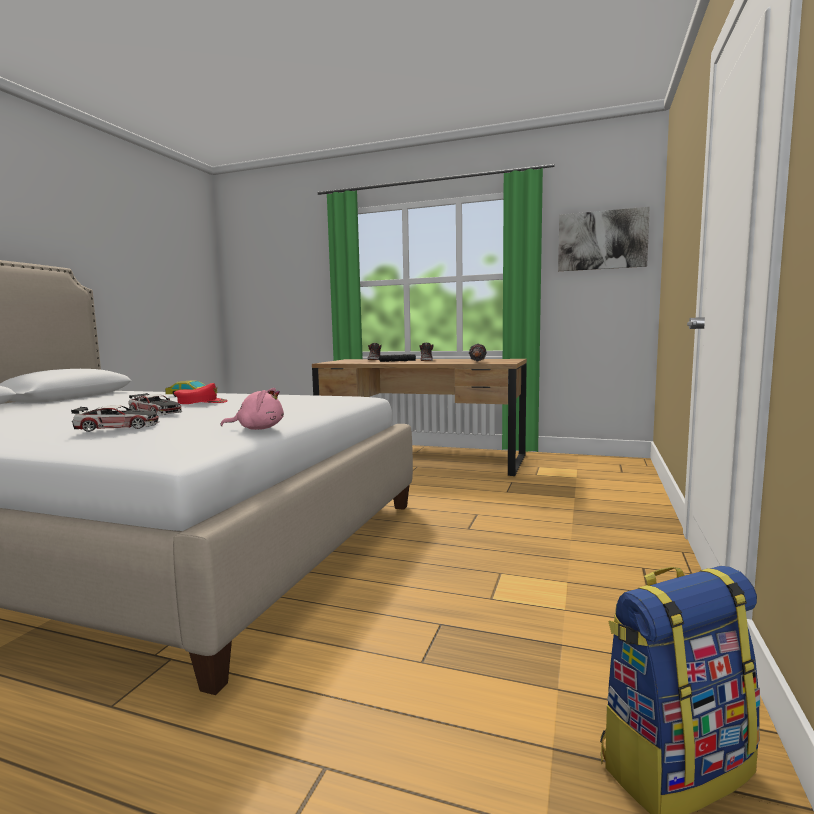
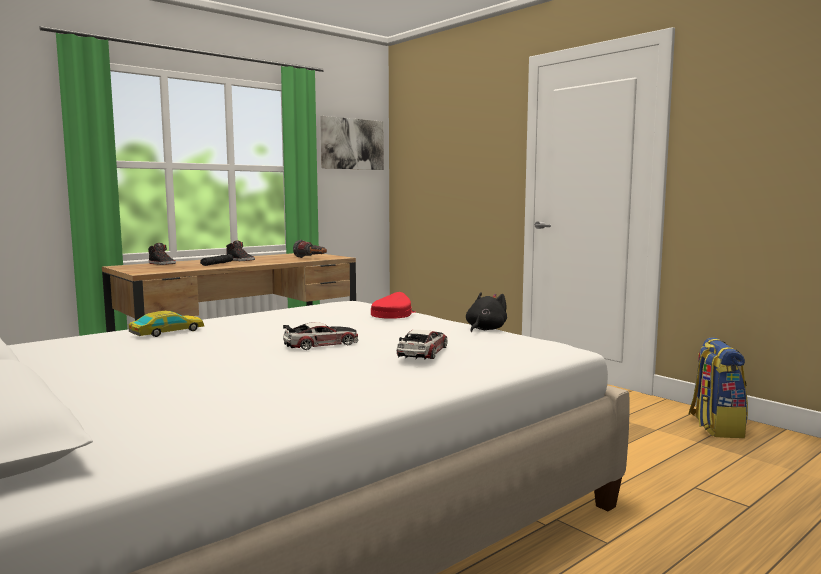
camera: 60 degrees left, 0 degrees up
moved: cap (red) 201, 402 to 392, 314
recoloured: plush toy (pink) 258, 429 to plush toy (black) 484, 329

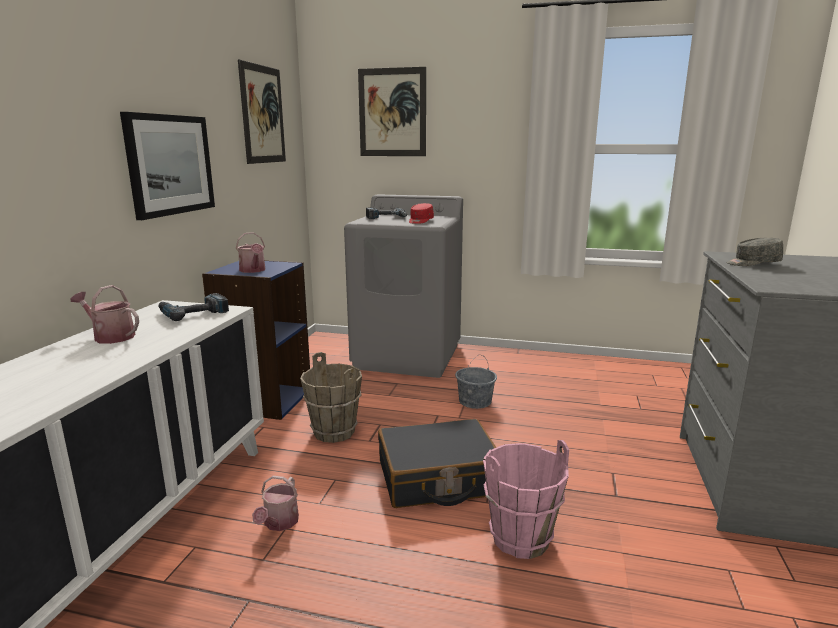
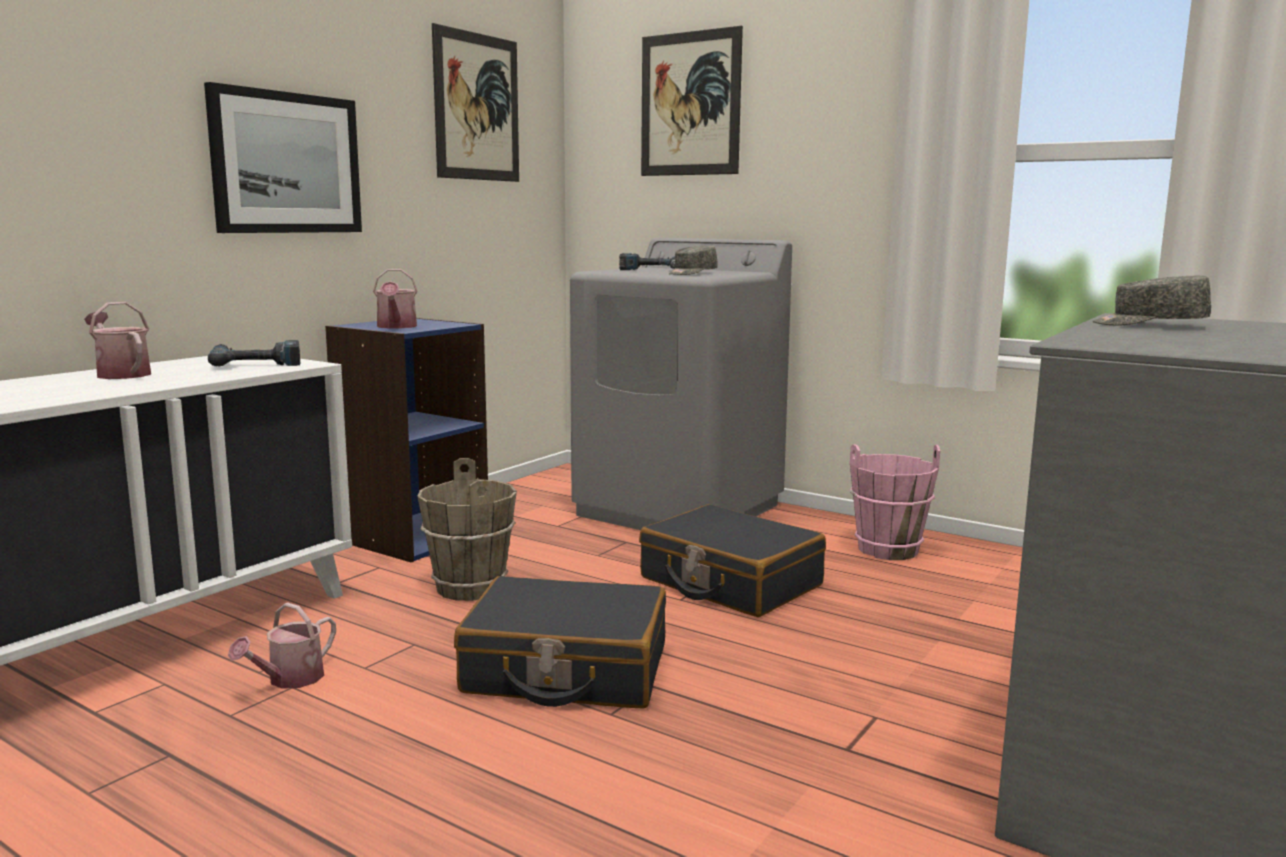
camera: 20 degrees right, 5 degrees down
moved: bucket (pink) 520, 538 to 887, 550
replaced: bucket (grey) 475, 401 to suitcase (black) 730, 582
recoloured: cap (red) 420, 221 to cap (grey) 691, 273

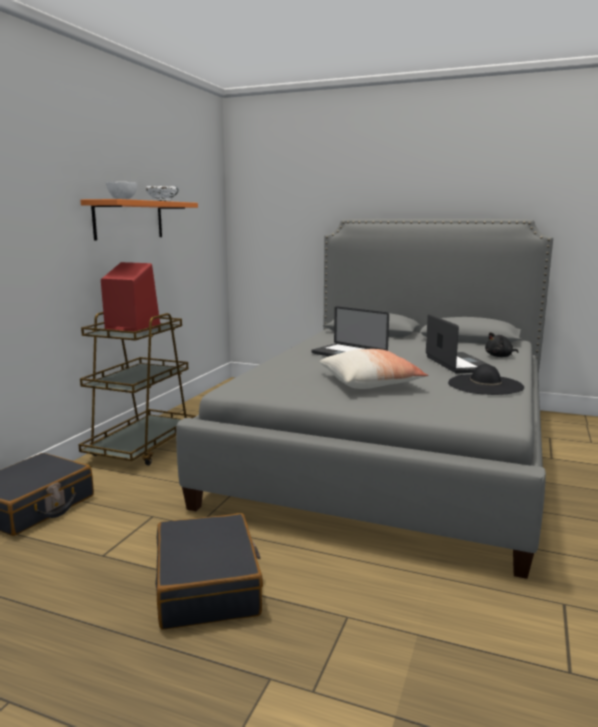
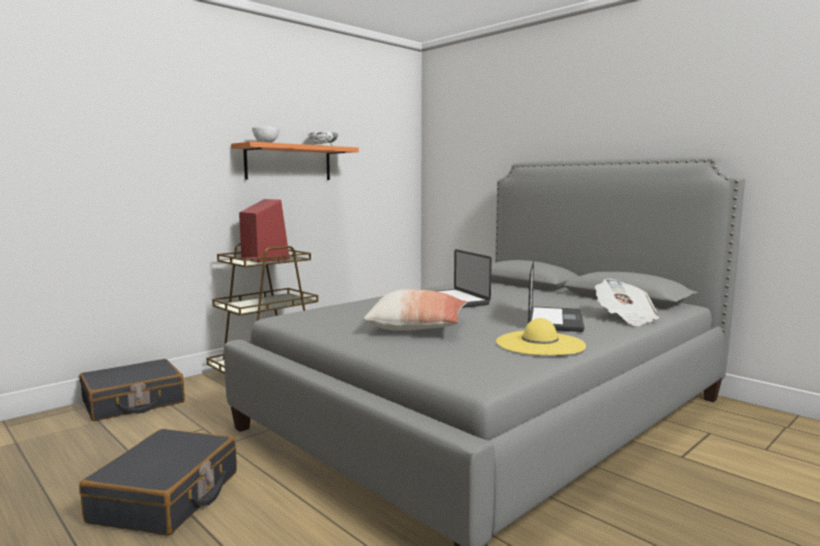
camera: 25 degrees right, 5 degrees down
replaced: plush toy (black) 500, 356 to newspaper 625, 318
recoloured: hat (black) 485, 385 to hat (yellow) 540, 343

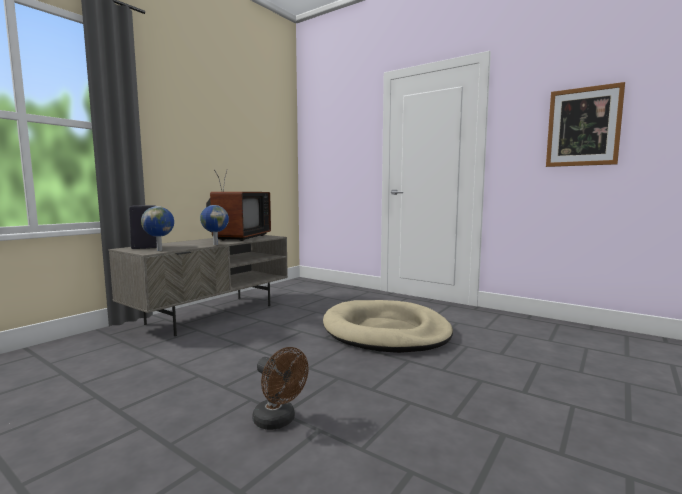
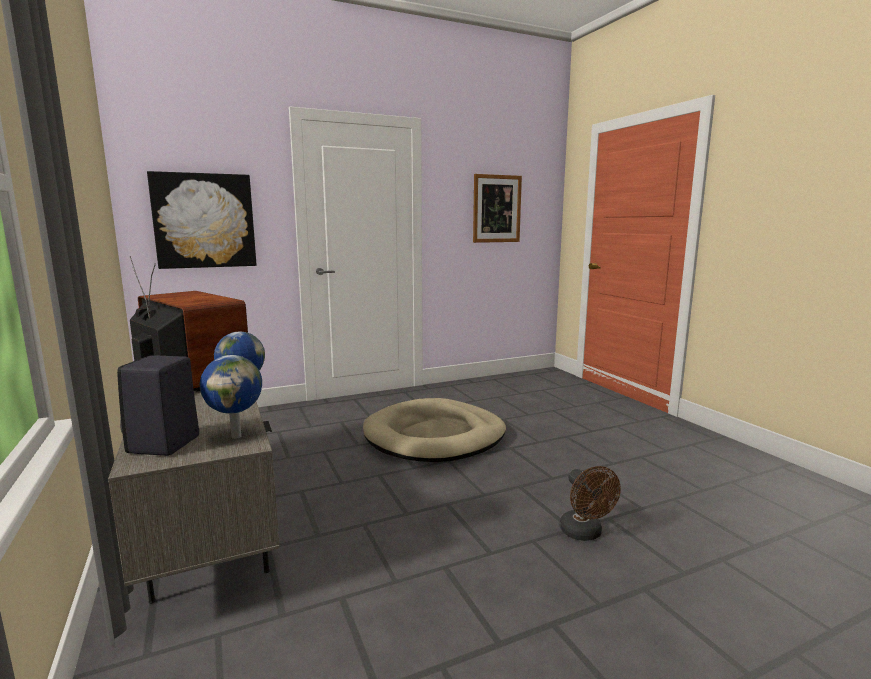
camera: 60 degrees left, 5 degrees up
added: picture 204, 221
turned: fan (brown) 279, 421 = 584, 534 90 degrees clockwise

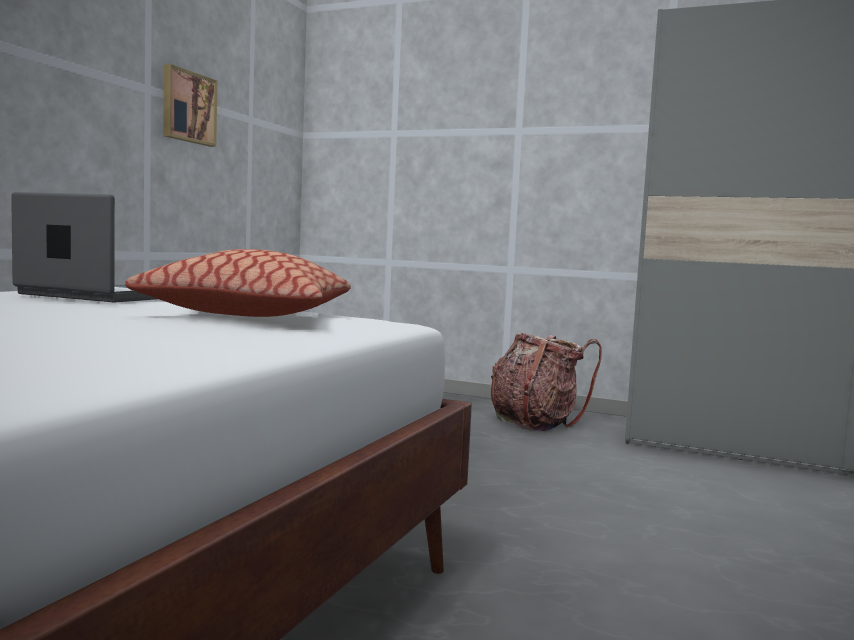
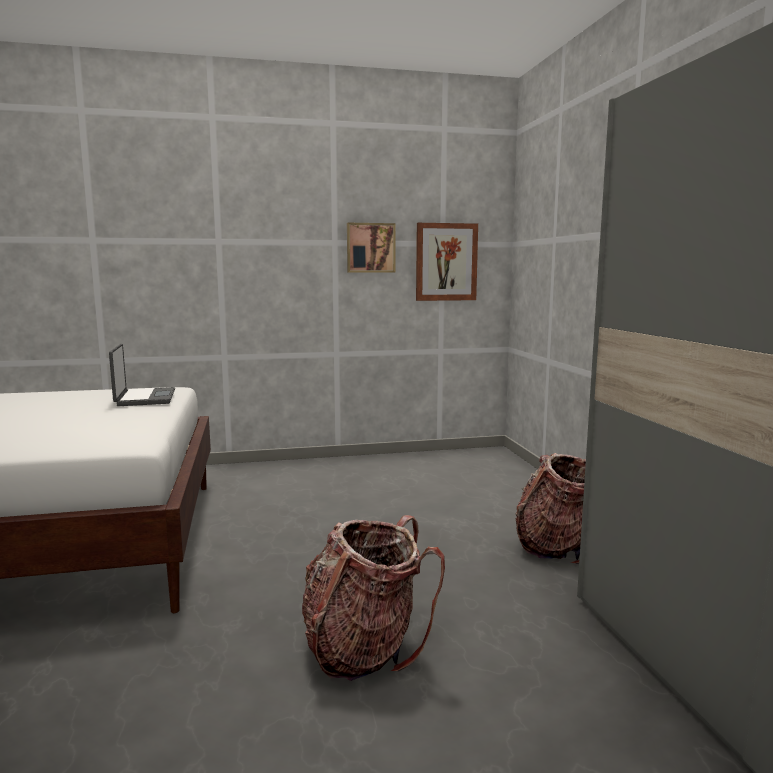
camera: 55 degrees right, 5 degrees up
removed: pillow 251, 315
added: backpack 363, 648; picture 446, 262

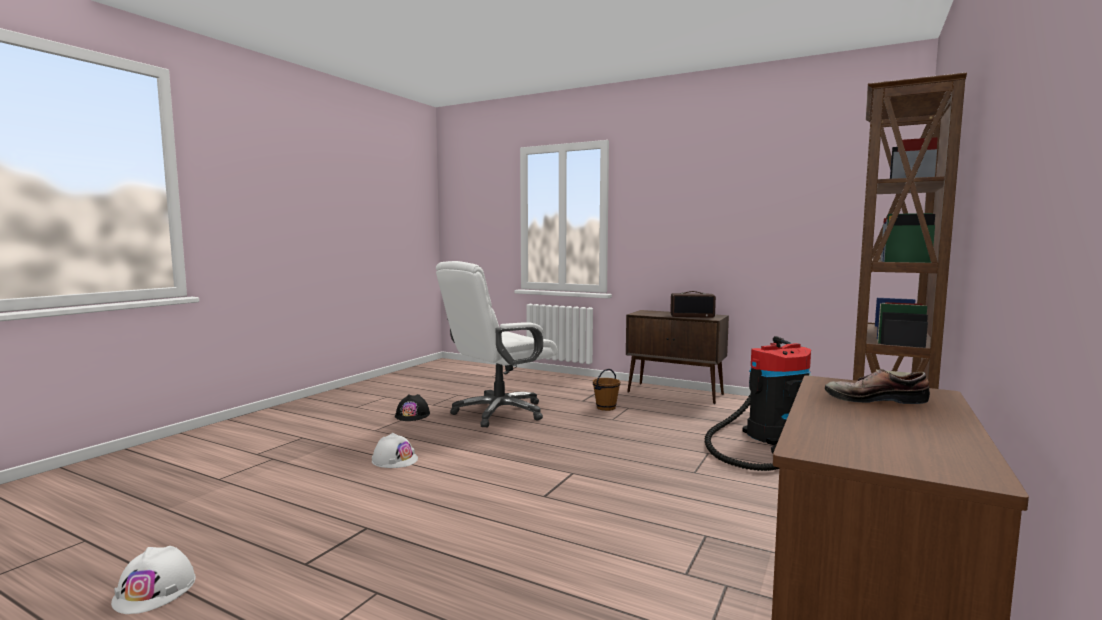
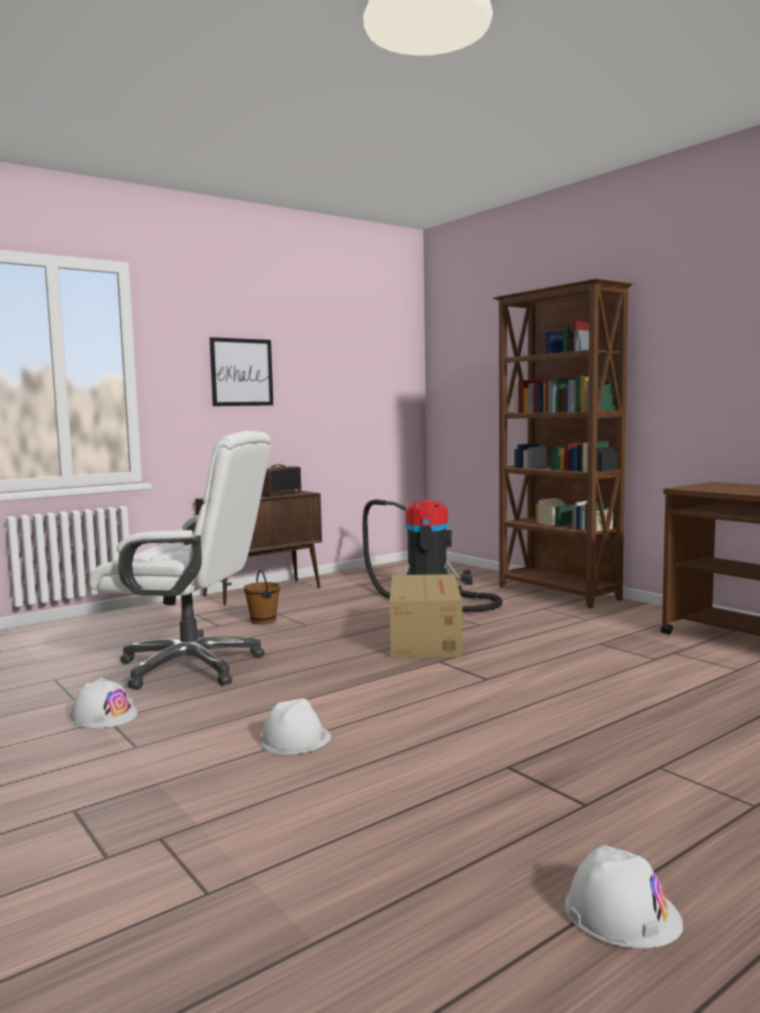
camera: 65 degrees left, 0 degrees up
removed: shoe 873, 399
added: picture 241, 372; cardboard box 426, 638
recoloured: hard hat (black) 412, 415 to hard hat (white) 104, 716
turned: office chair (white) 499, 413 = 192, 666 60 degrees counterclockwise

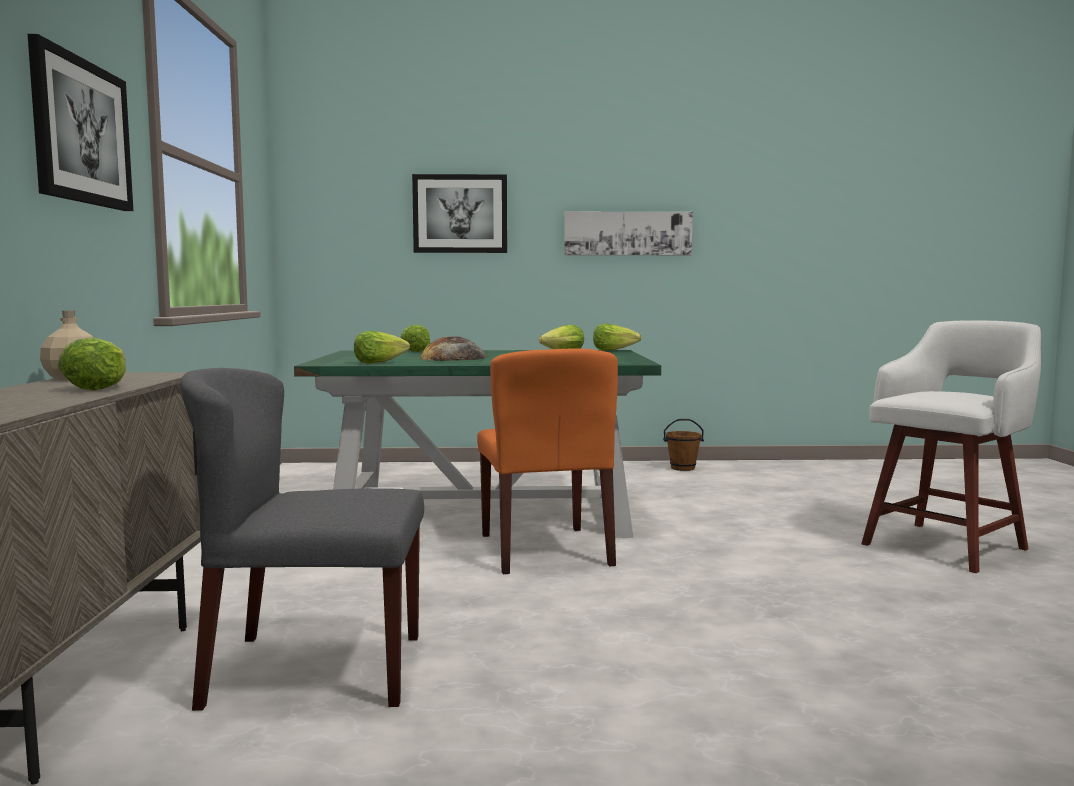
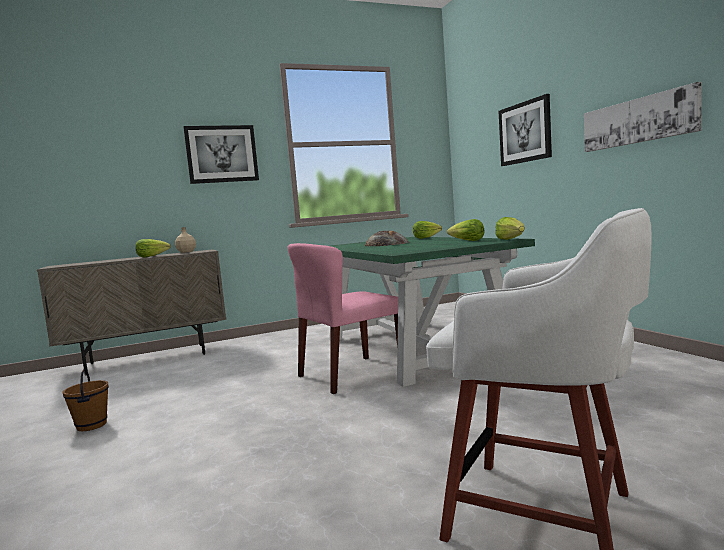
camera: 70 degrees right, 0 degrees up
removed: chair (grey) 314, 670; lettuce 379, 362
moved: bucket (brown) 682, 468 to 91, 425
recoloured: chair (orange) 545, 550 to chair (pink) 350, 374

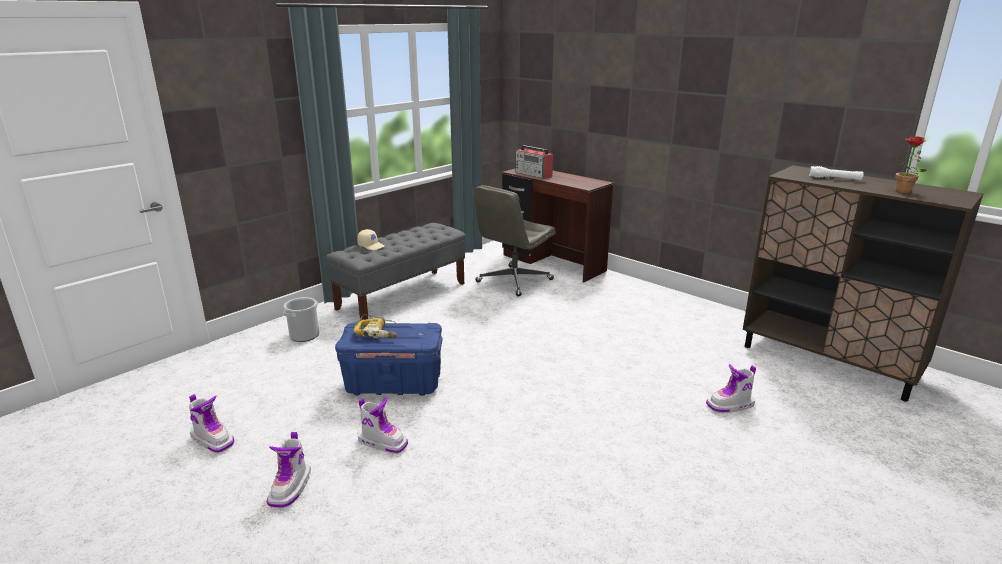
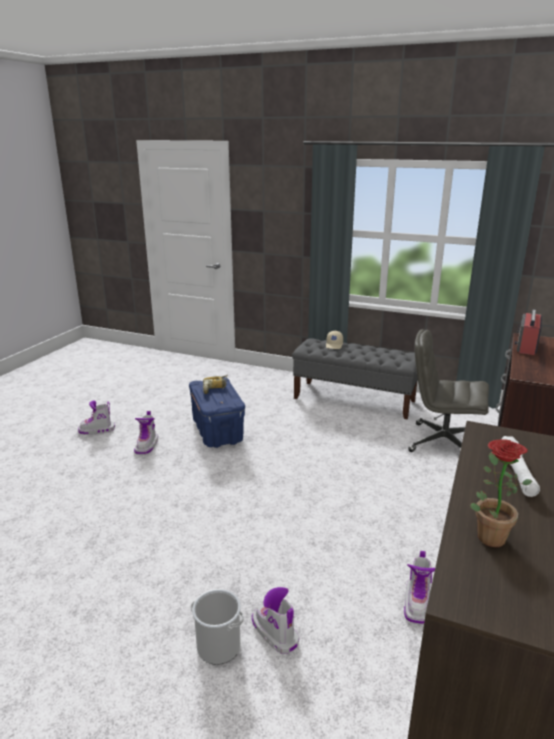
camera: 70 degrees right, 0 degrees up
moved: bucket 304, 335 to 219, 646; boot 213, 440 to 418, 603

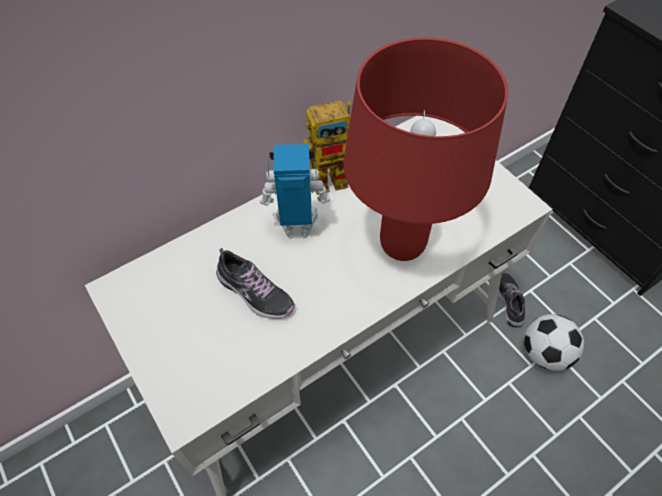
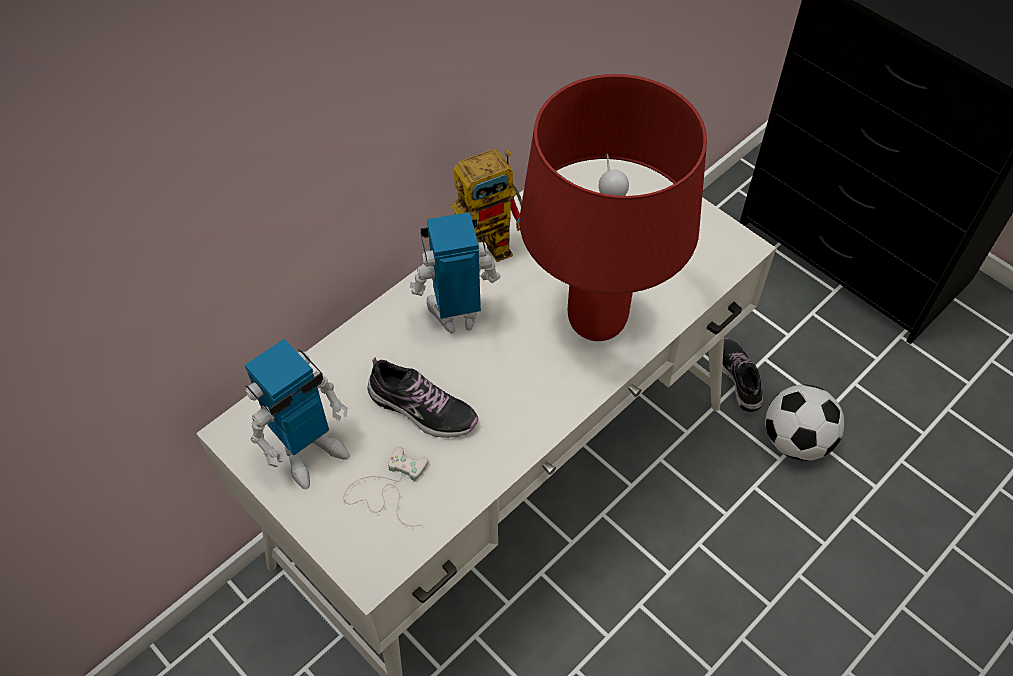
camera: 10 degrees left, 0 degrees up
added: toy robot 309, 452; game controller (white) 388, 488

